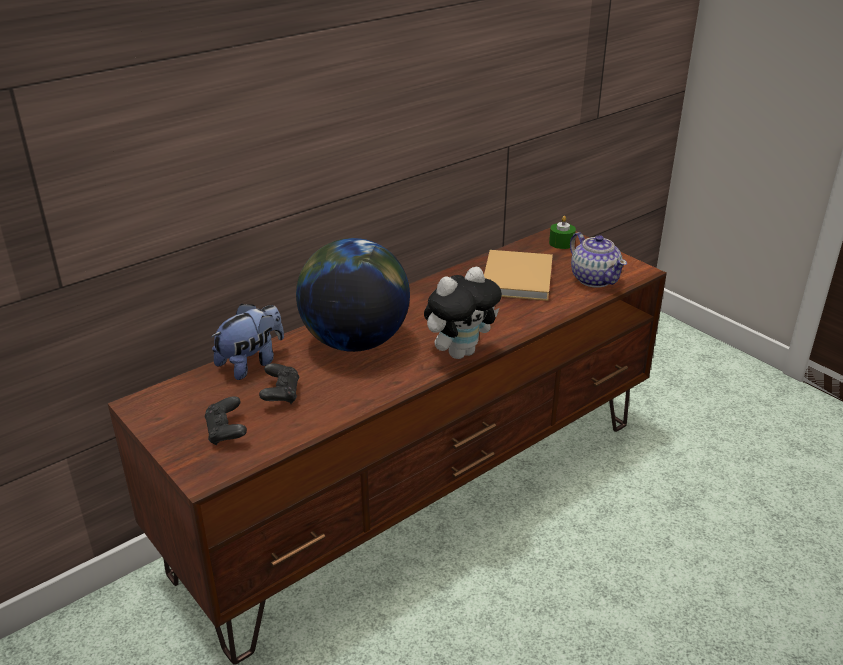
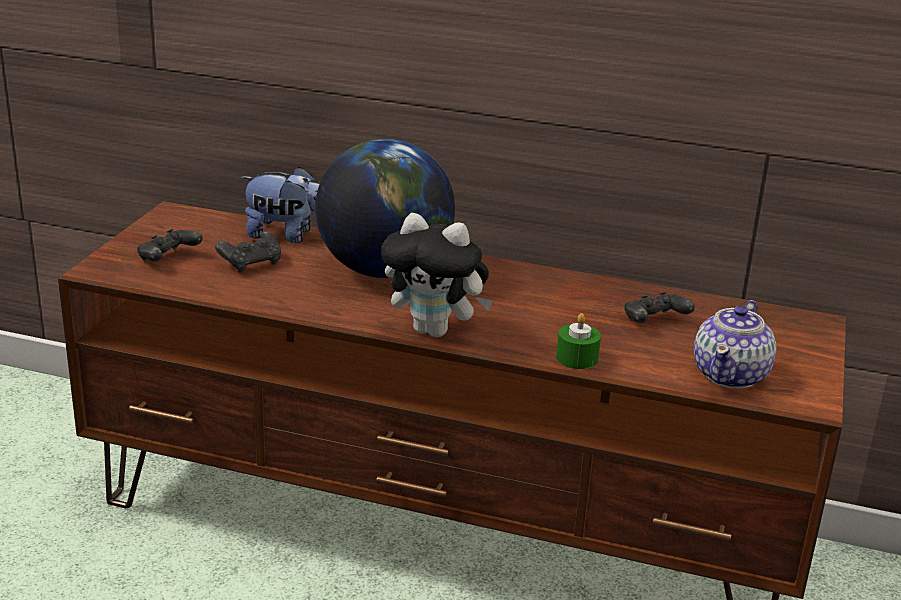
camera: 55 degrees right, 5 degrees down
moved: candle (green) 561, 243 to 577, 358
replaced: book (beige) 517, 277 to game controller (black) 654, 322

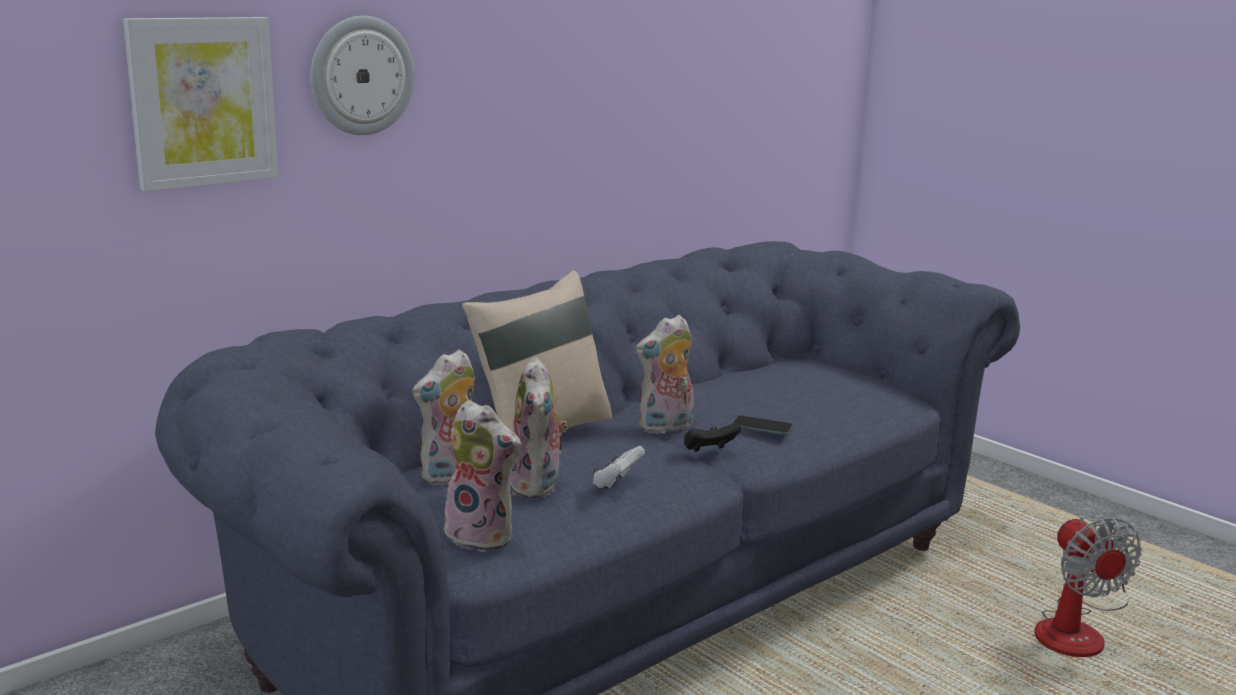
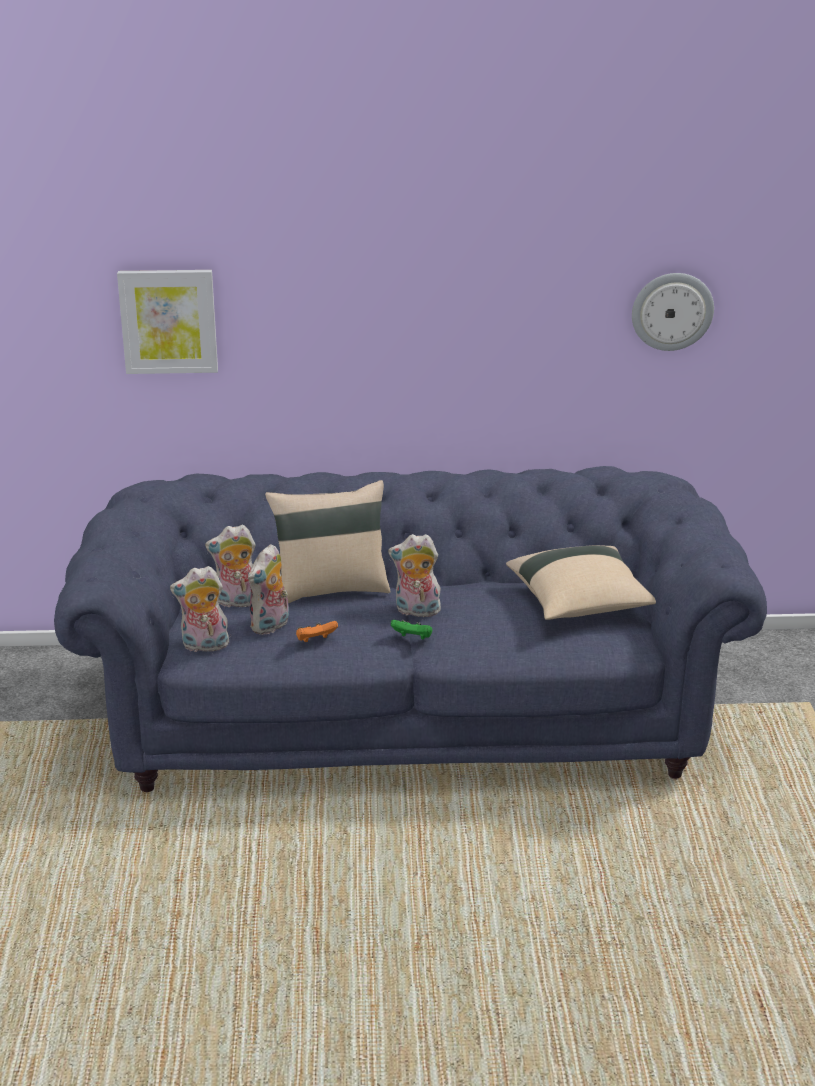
camera: 40 degrees right, 10 degrees up
removed: phone 762, 426; fan 1077, 630
added: pillow (beige) 579, 604
moved: wall clock 361, 75 to 672, 311
recoloured: game controller (white) 616, 483 to game controller (orange) 315, 640; game controller (black) 709, 450 to game controller (green) 413, 638
turned: plush toy 483, 536 = 204, 646 105 degrees clockwise

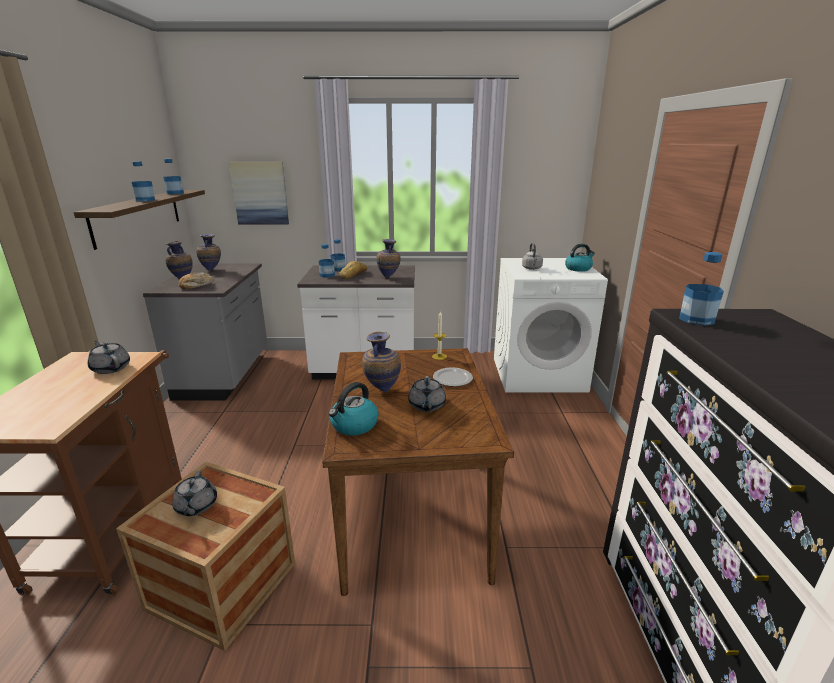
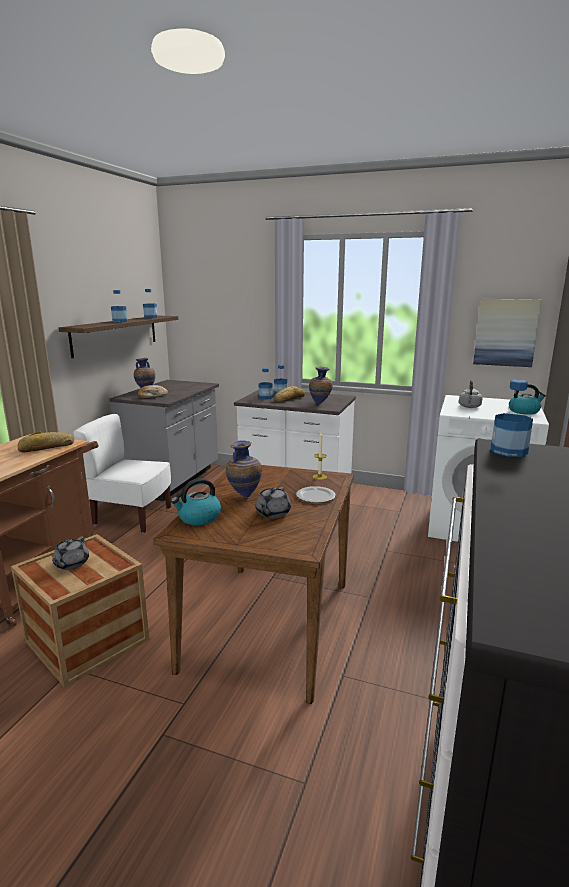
camera: 20 degrees right, 5 degrees down
removed: vase 212, 270
added: chair (white) 132, 517
moved: picture 260, 193 to 506, 332
replaced: teapot (grey) 111, 368 to bread 47, 447

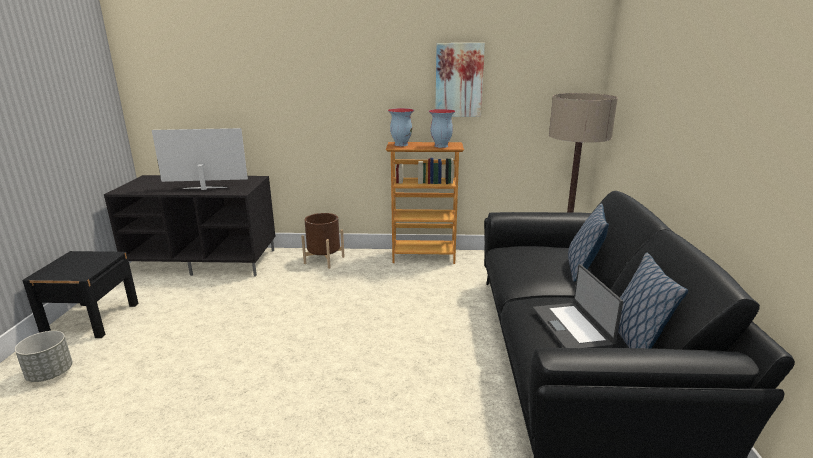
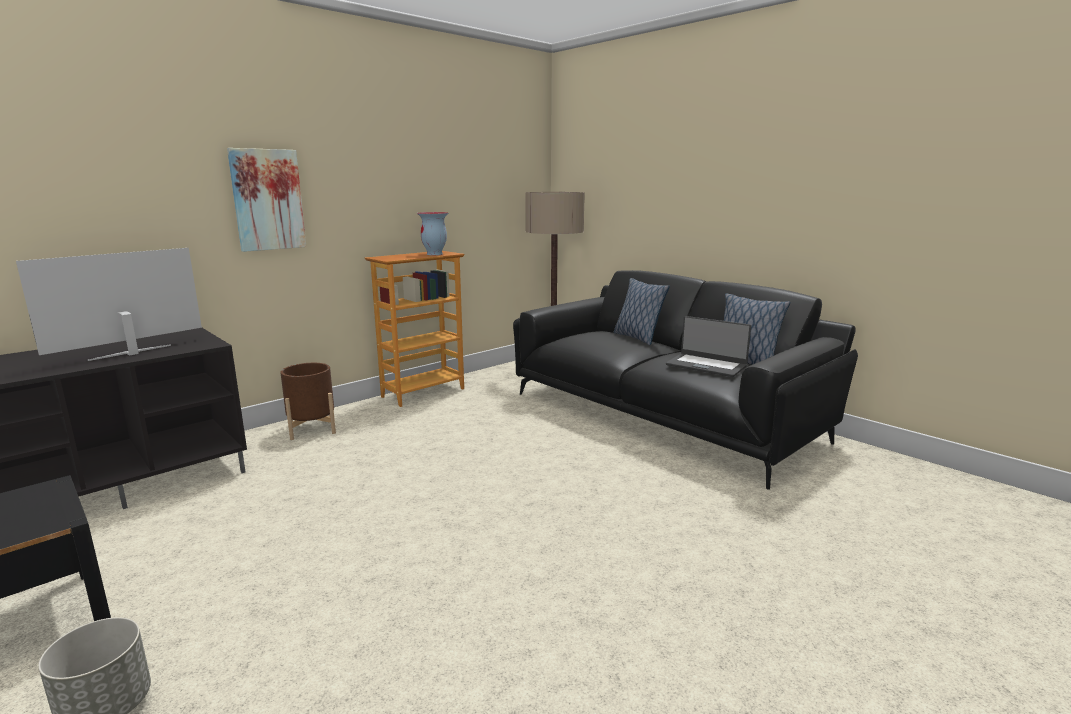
camera: 45 degrees left, 5 degrees down
removed: vase 400, 144
moved: picture 459, 80 to 267, 200

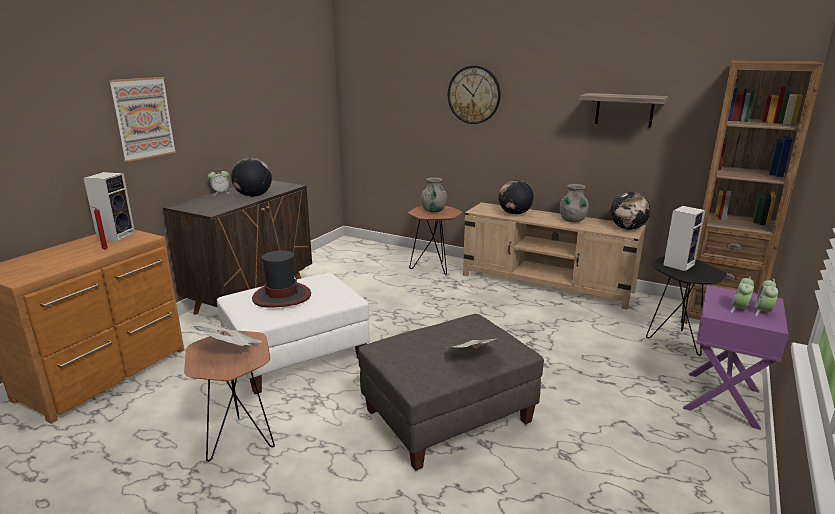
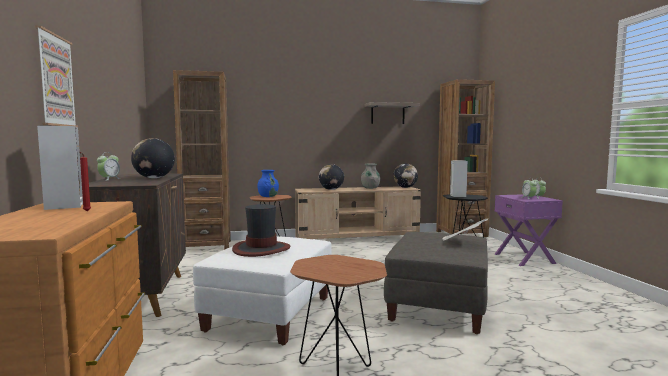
camera: 40 degrees left, 15 degrees down
removed: newspaper 229, 349; wall clock 474, 95
added: bookcase (brown) 207, 246
recoloured: vase (grey) 433, 211 to vase (blue) 268, 196

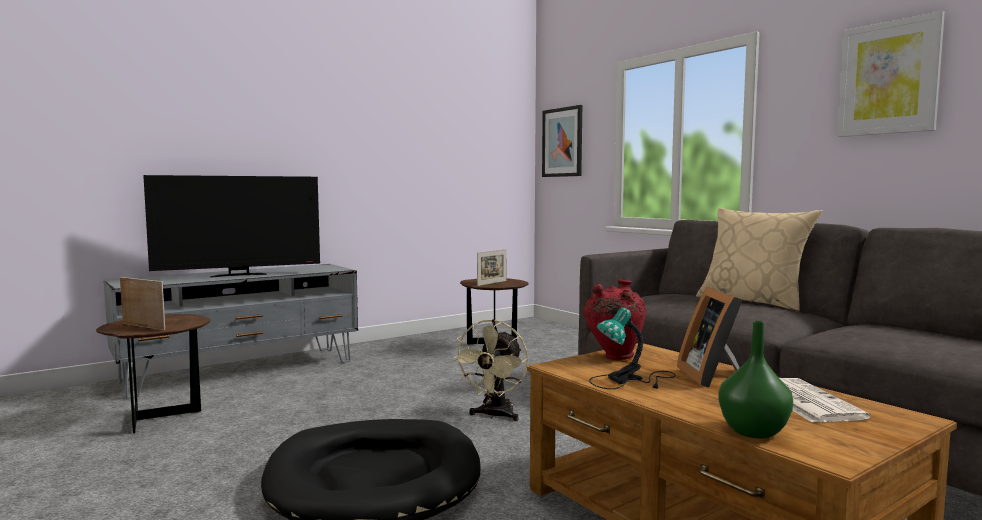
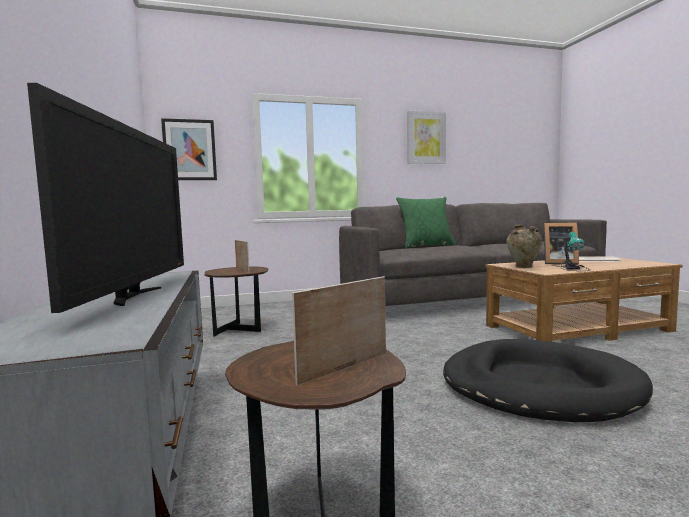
camera: 70 degrees left, 0 degrees up
removed: fan (beige) 494, 416; vase (green) 752, 432
recoloured: pillow (beige) 753, 302 to pillow (green) 426, 246; vase (red) 614, 357 to vase (beige) 523, 267

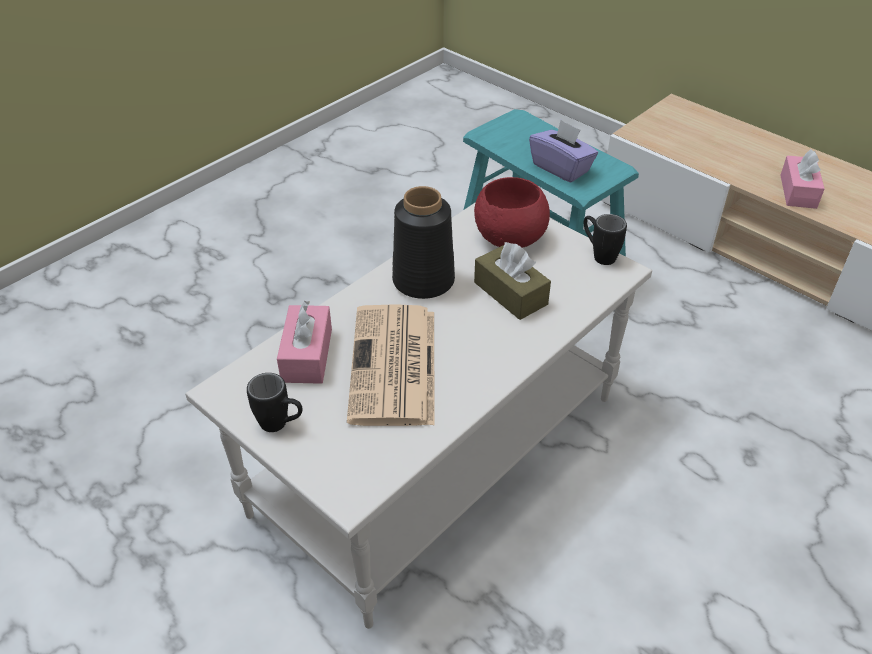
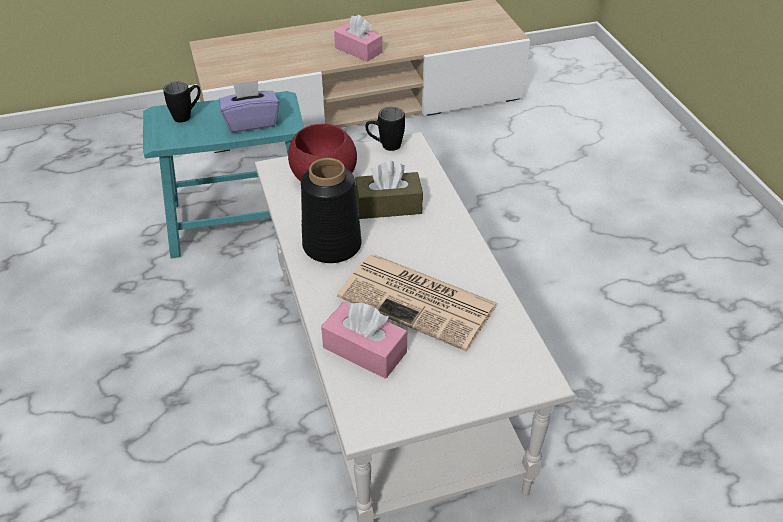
camera: 60 degrees left, 0 degrees up
moved: mug (black) 281, 425 to 187, 115

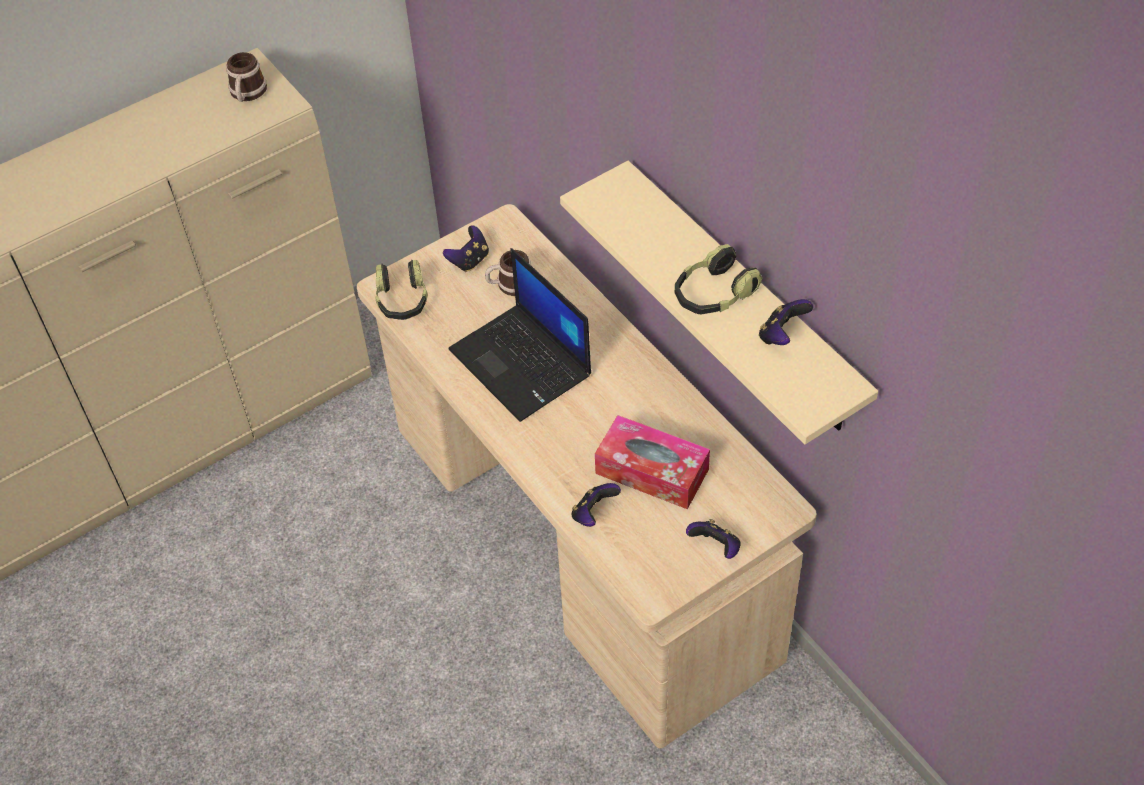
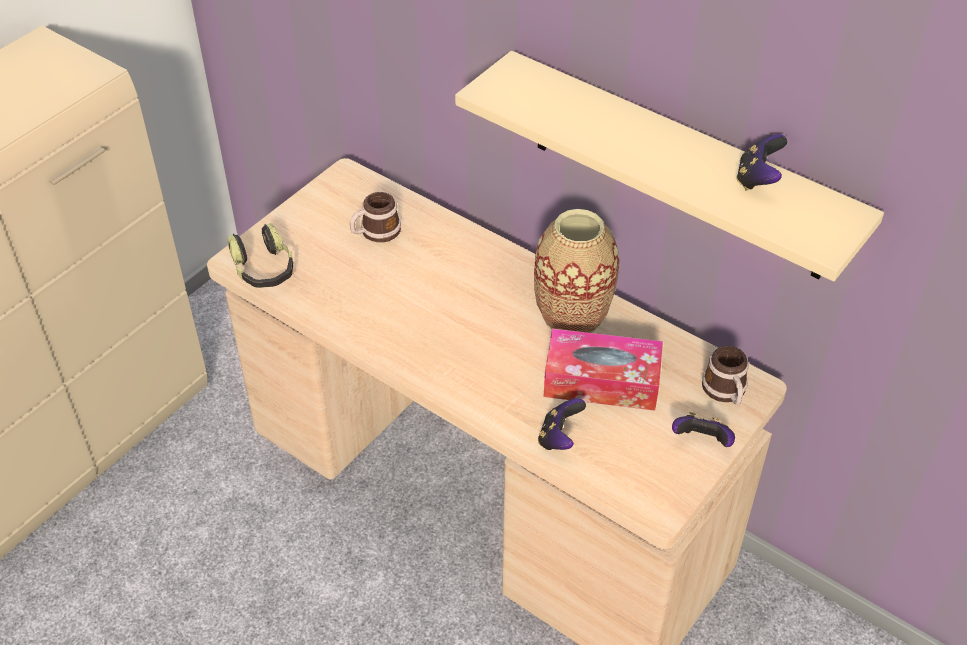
camera: 20 degrees left, 5 degrees down
removed: game controller 469, 260; laptop 522, 363; headphones 714, 294
added: vase 572, 314
moved: mug 247, 94 to 726, 392

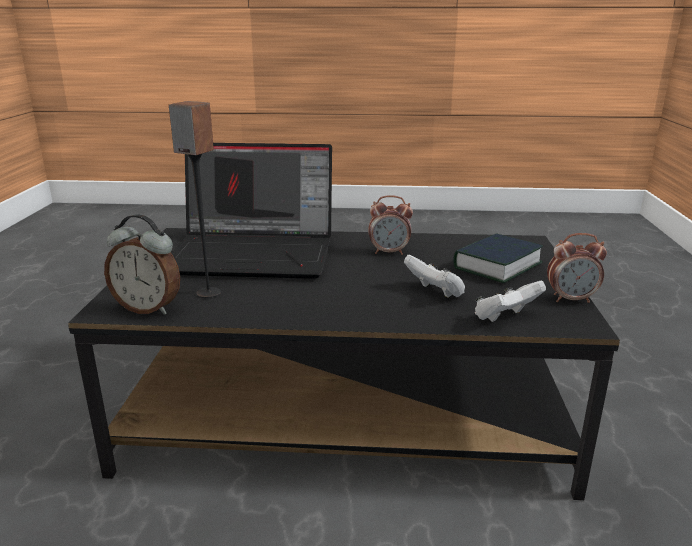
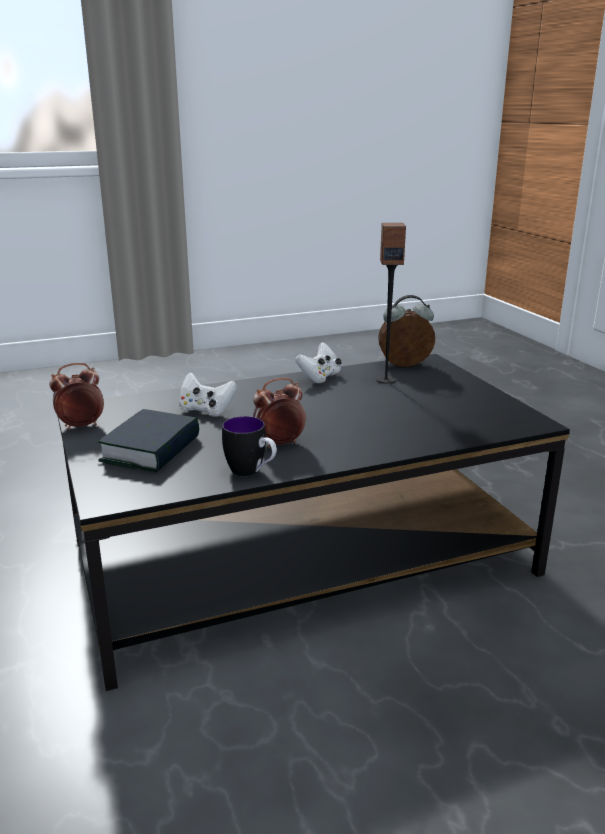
camera: 155 degrees right, 0 degrees up
removed: laptop 255, 253
added: mug 251, 473
moved: game controller (white) 505, 318 to 319, 377

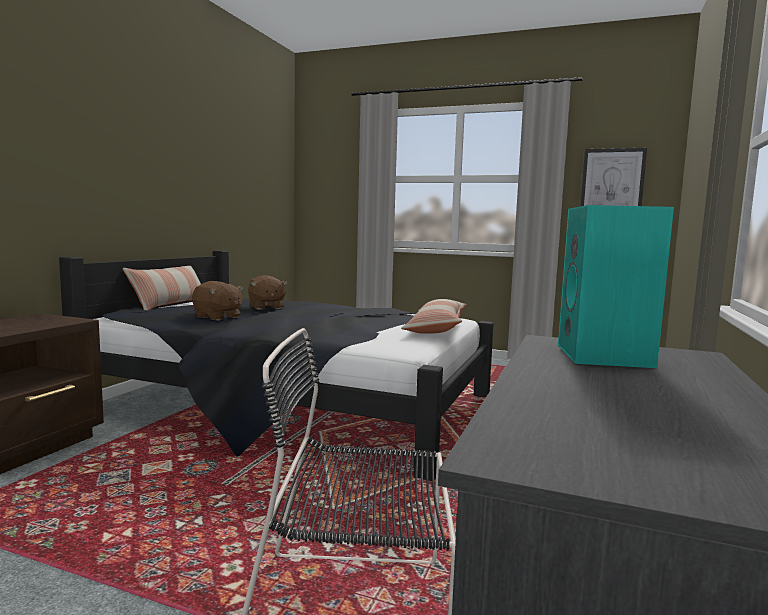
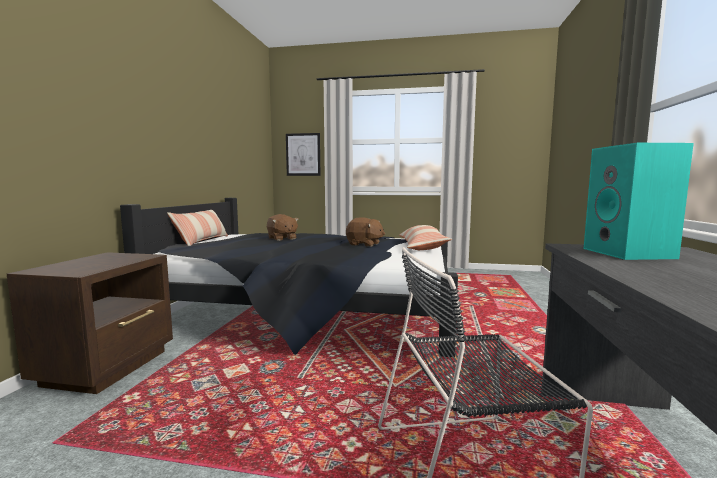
camera: 10 degrees left, 0 degrees up
moved: picture 612, 183 to 303, 154; plush toy (brown) 217, 317 to 364, 244

